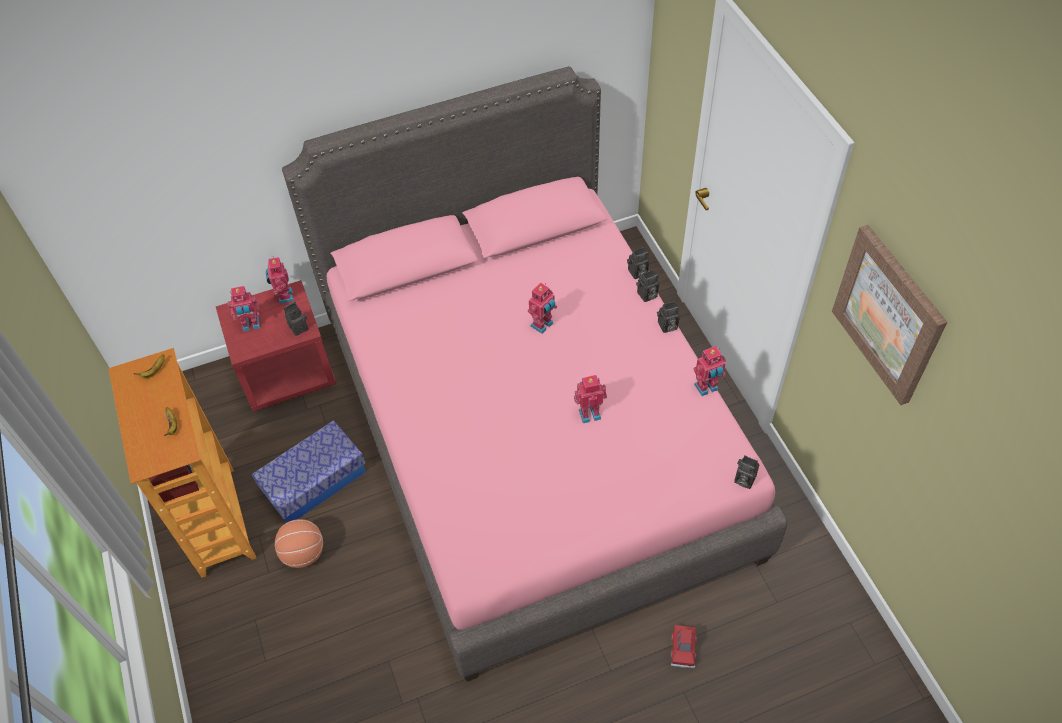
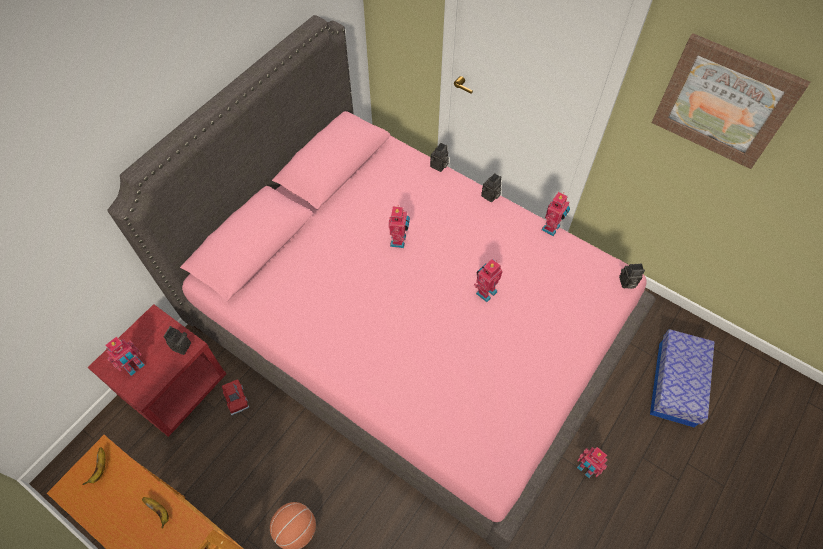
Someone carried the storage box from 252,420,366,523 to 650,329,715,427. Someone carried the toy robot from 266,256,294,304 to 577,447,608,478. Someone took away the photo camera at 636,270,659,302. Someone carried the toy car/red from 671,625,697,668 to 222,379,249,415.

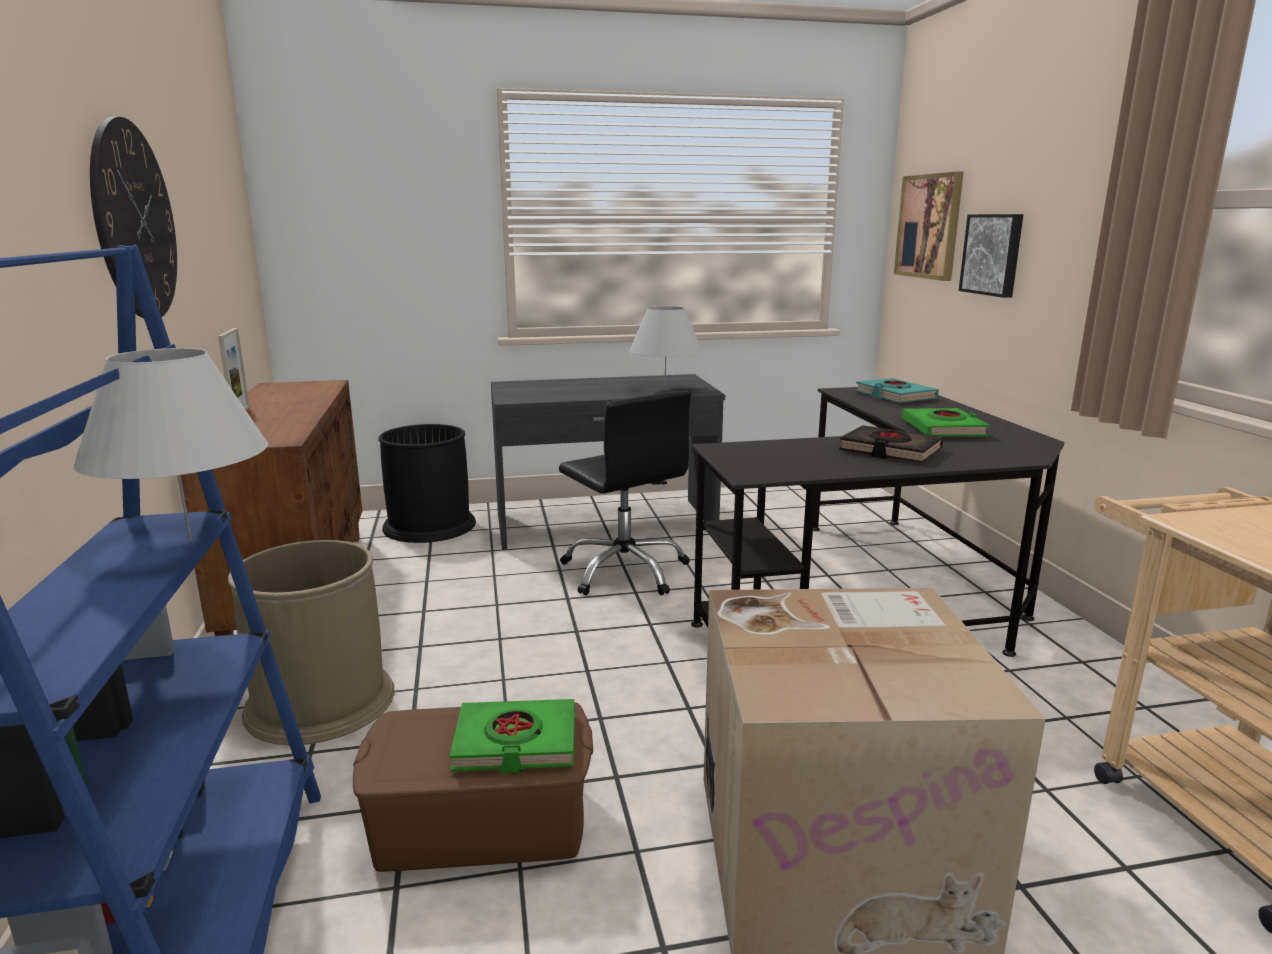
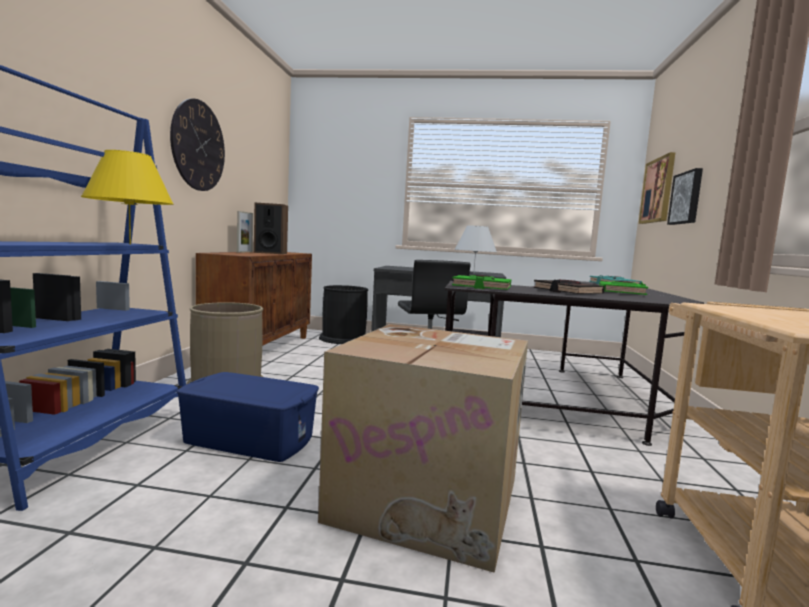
Someone repainted the table lamp/white at 73,348,268,540, which became the table lamp/yellow at 81,150,174,245. Someone repainted the storage box/brown at 353,702,593,872, which became the storage box/blue at 177,372,319,462. Someone carried the book/green from 450,699,575,773 to 452,275,511,290. Someone put down the speaker at 254,202,288,254.

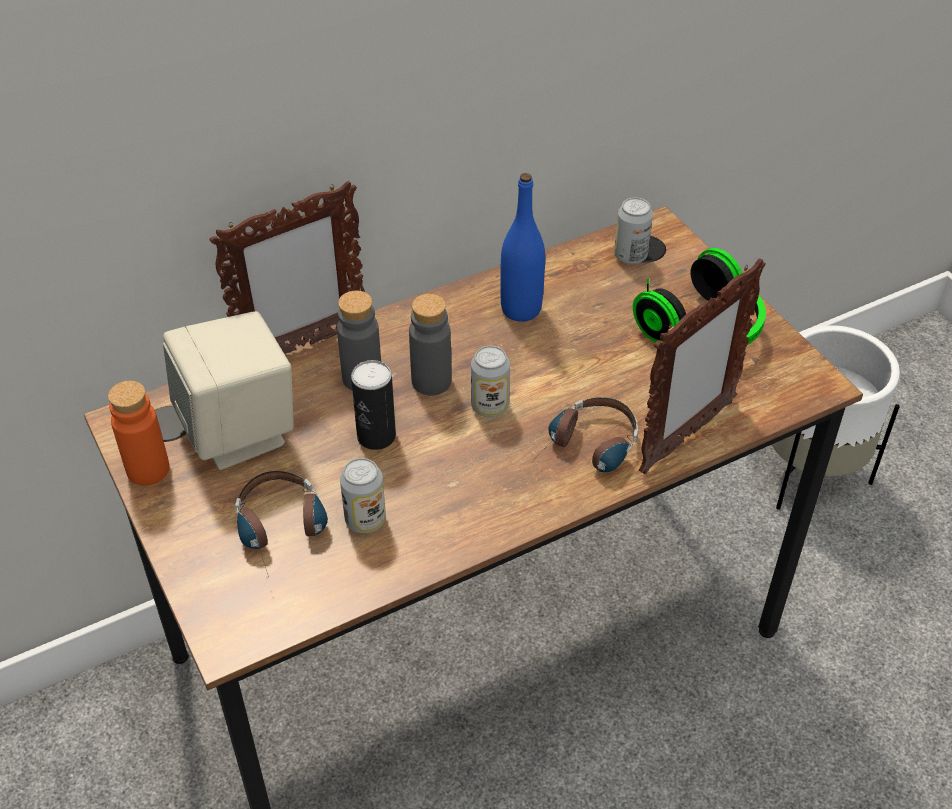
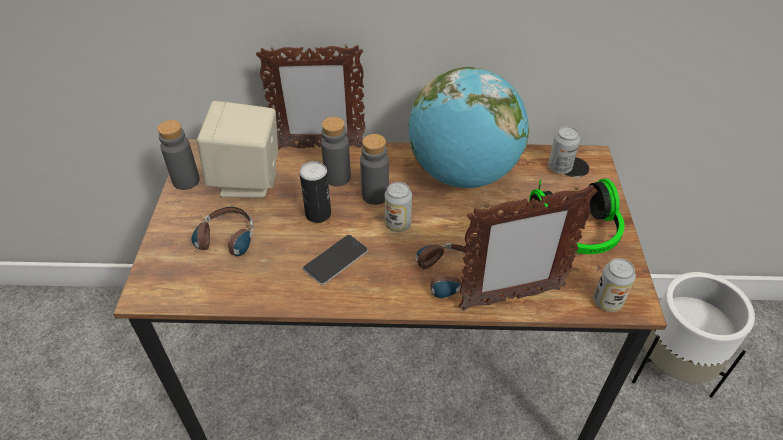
Someone repainted the bottle/orange at 108,381,170,486, which became the bottle/grey at 157,120,200,190. Someone carried the can from 340,458,386,533 to 594,258,636,312. Someone swapped the bottle/blue at 500,173,545,322 for the globe at 408,67,529,188. Someone put down the phone at 303,235,368,285.

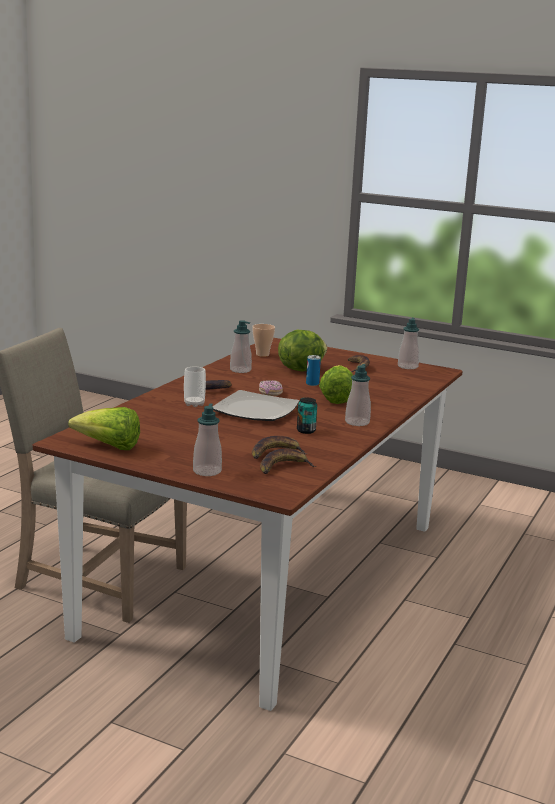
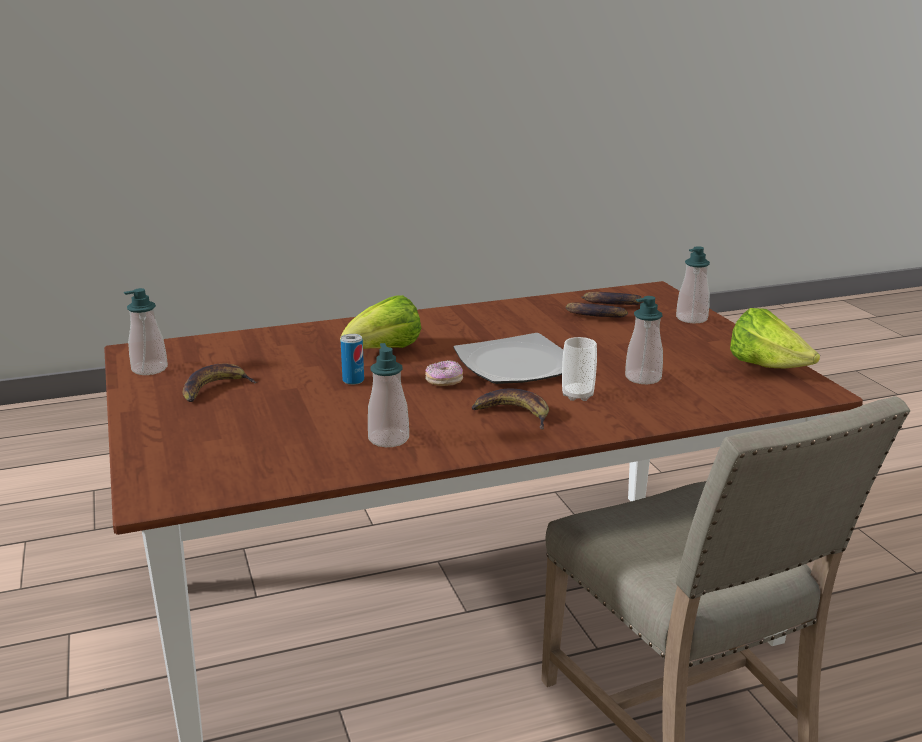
Someone took away the cup at 252,324,275,357. Someone took away the lettuce at 278,330,327,372. Someone took away the can at 297,398,317,434. Someone carried the soap dispenser from 345,364,371,426 to 625,296,663,384.

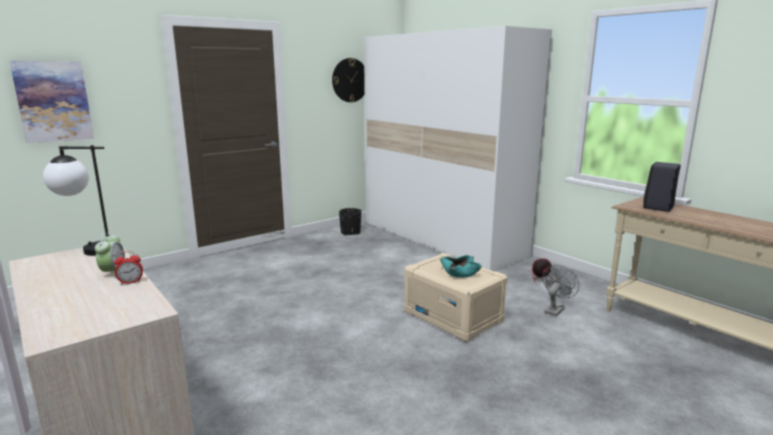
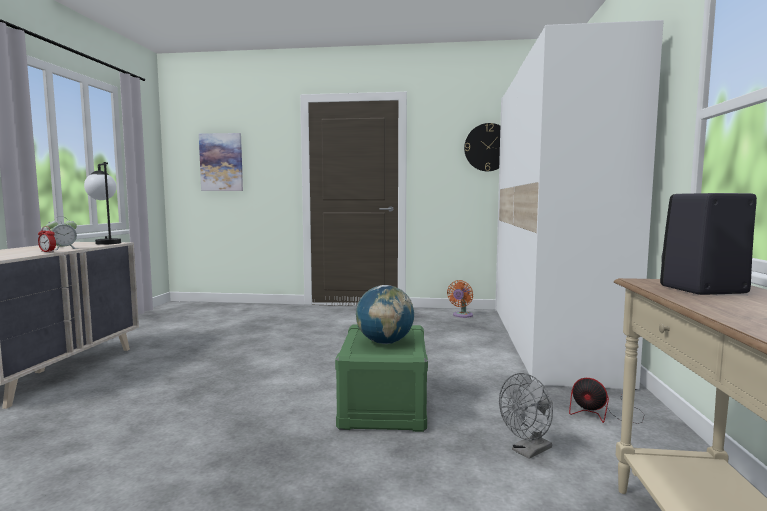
Someone swapped the planter/black at 339,208,361,236 for the fan/orange at 447,280,473,318. Someone repainted the storage box/beige at 404,253,507,342, which became the storage box/green at 335,324,428,432. Someone swapped the bowl/turquoise at 440,255,482,278 for the globe at 356,285,414,344. Someone rotated the fan/grey at 543,265,579,316 by 150 degrees clockwise.

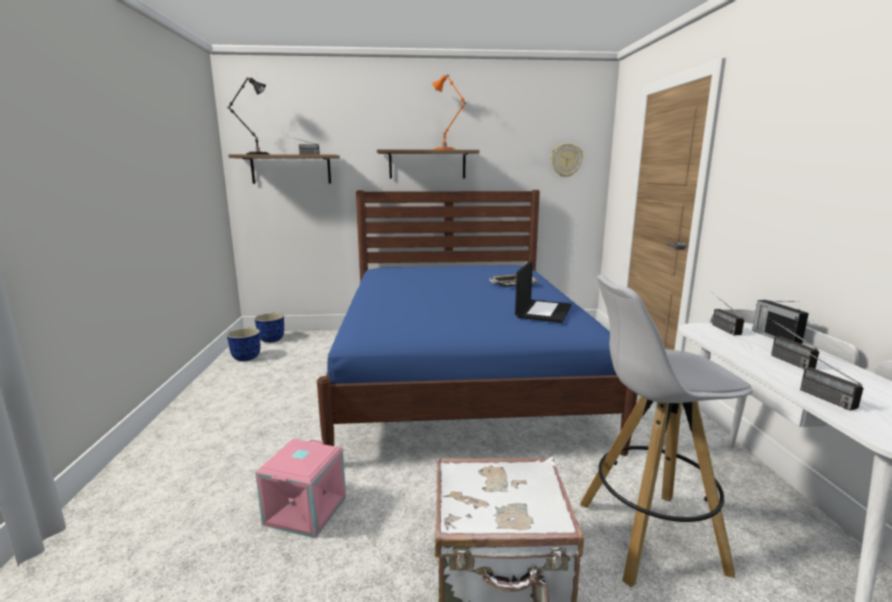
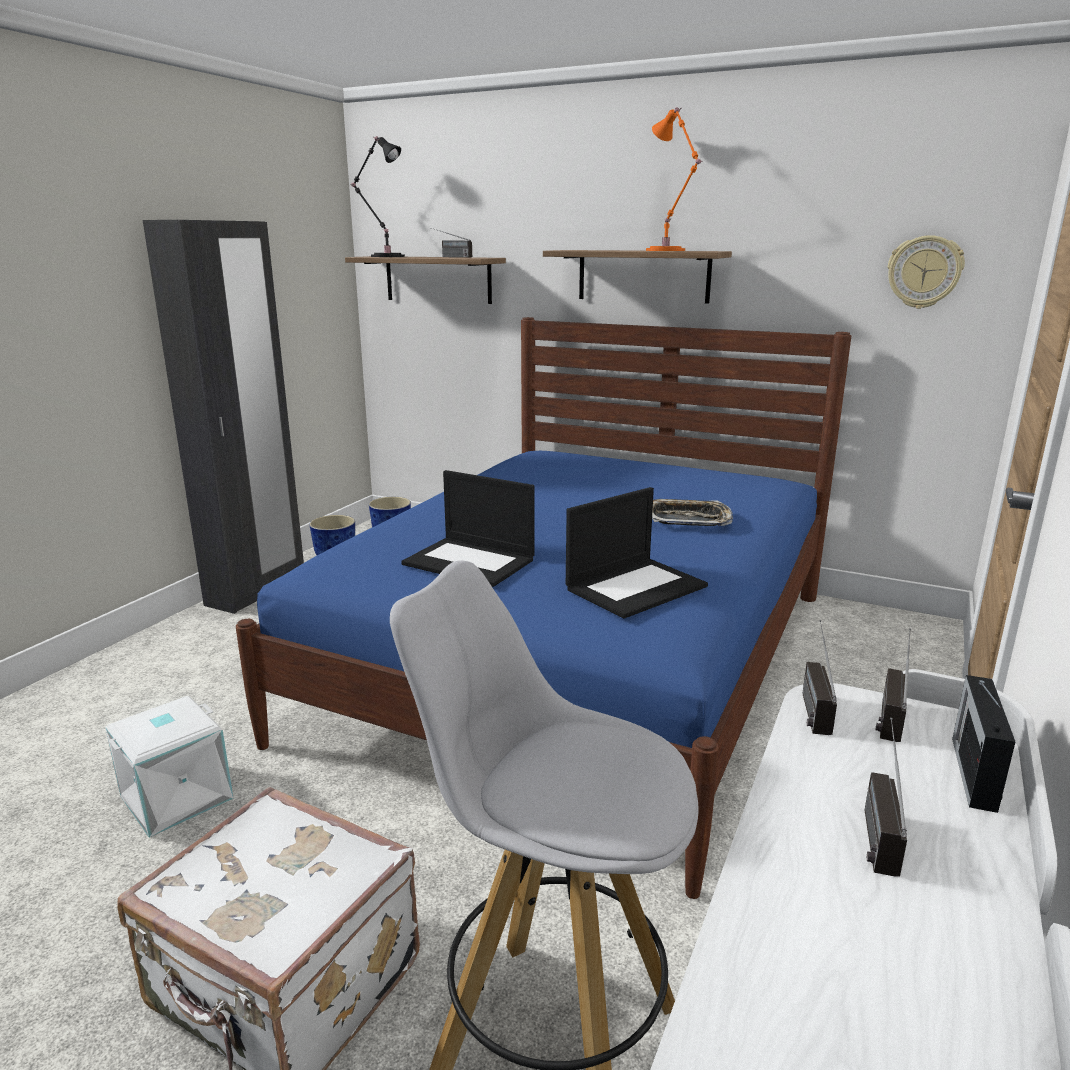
Someone repainted the storage box/pink at 255,439,346,539, which became the storage box/white at 105,696,234,838. Someone carried the radio from 790,342,863,411 to 802,620,837,735. Someone put down the wardrobe/black at 143,220,304,614. Someone put down the laptop at 401,470,535,587.

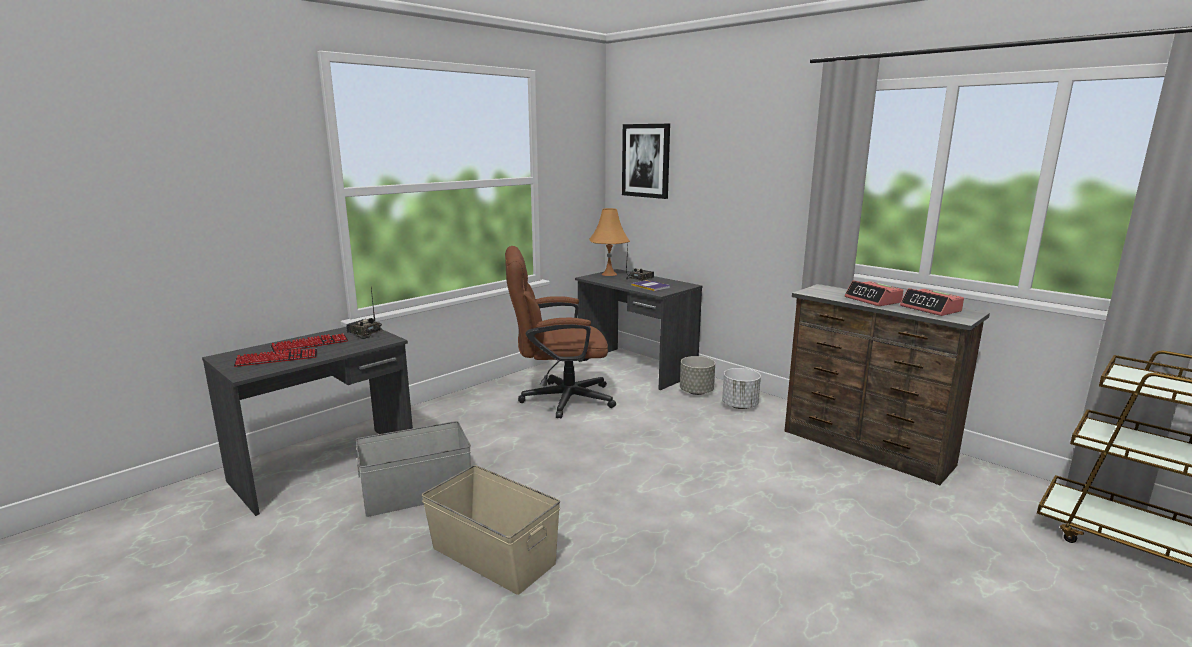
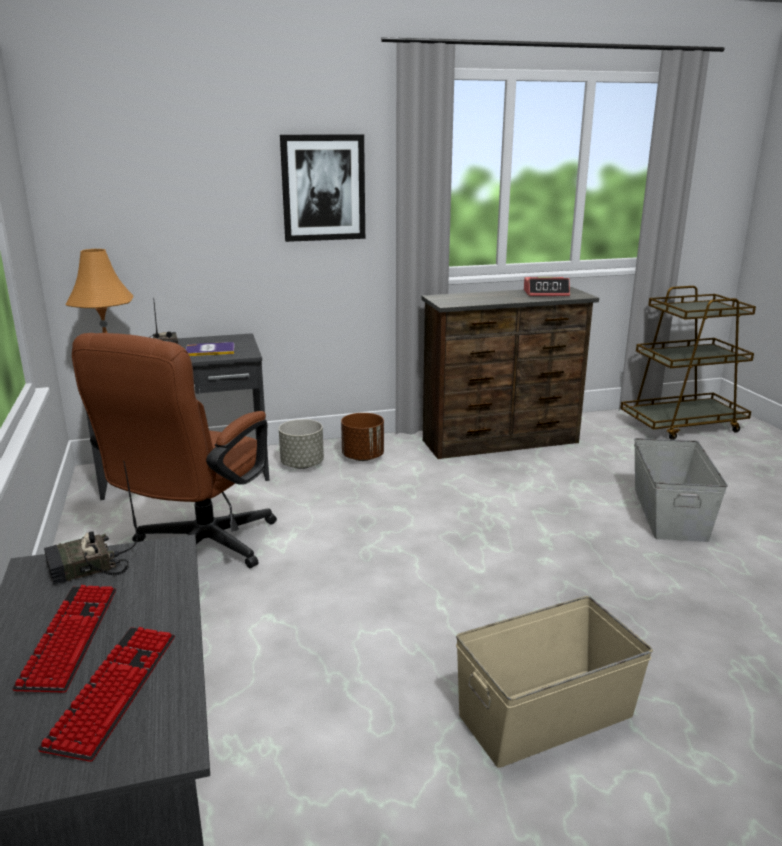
Someone carried the storage box/grey from 355,421,471,517 to 634,438,728,542. Someone carried the picture from 622,124,670,199 to 280,134,365,242. Someone repainted the planter/white at 722,368,761,409, which became the planter/brown at 341,413,384,461. Someone took away the alarm clock at 845,280,904,306.

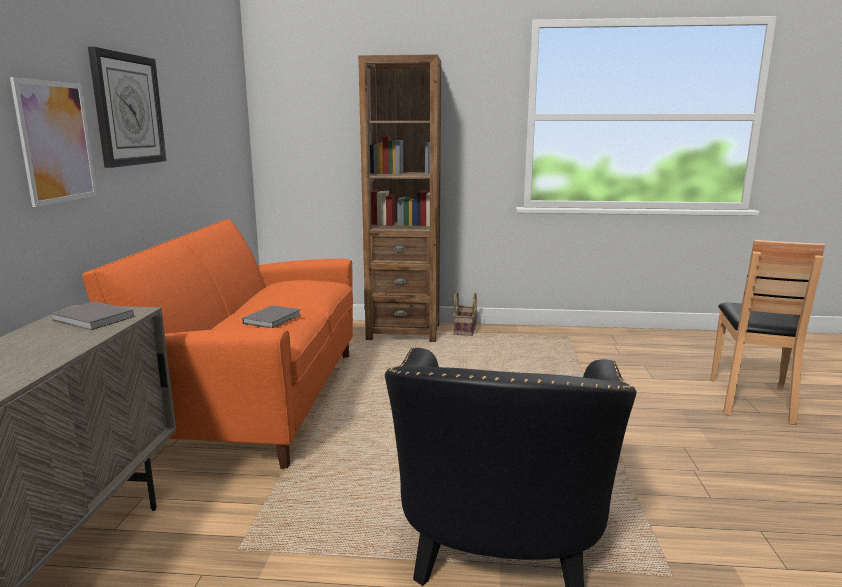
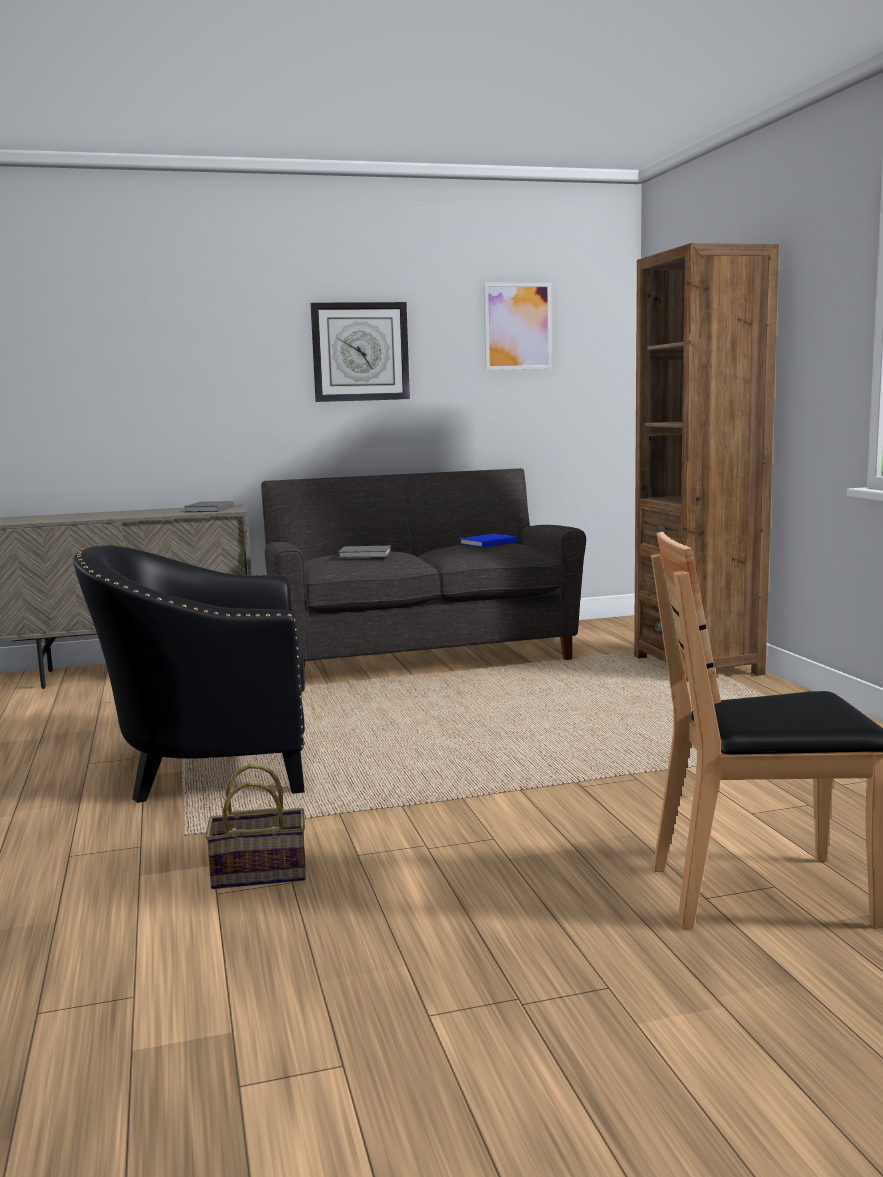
Someone carried the picture from 10,77,97,207 to 484,283,552,370. Someone repainted the sofa/orange at 82,219,353,469, which became the sofa/grey at 261,468,586,676. Someone carried the basket from 453,291,477,336 to 205,764,306,889. Someone put down the book/blue at 460,534,517,547.

